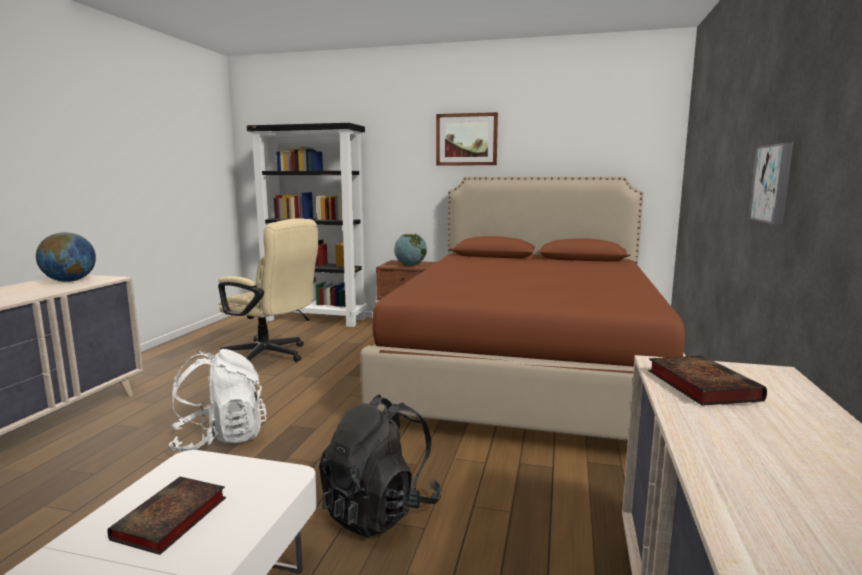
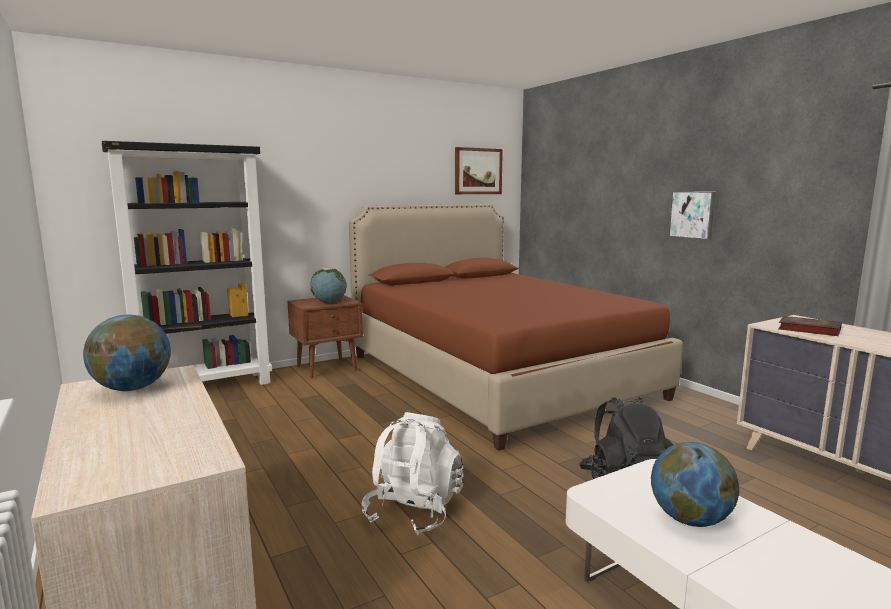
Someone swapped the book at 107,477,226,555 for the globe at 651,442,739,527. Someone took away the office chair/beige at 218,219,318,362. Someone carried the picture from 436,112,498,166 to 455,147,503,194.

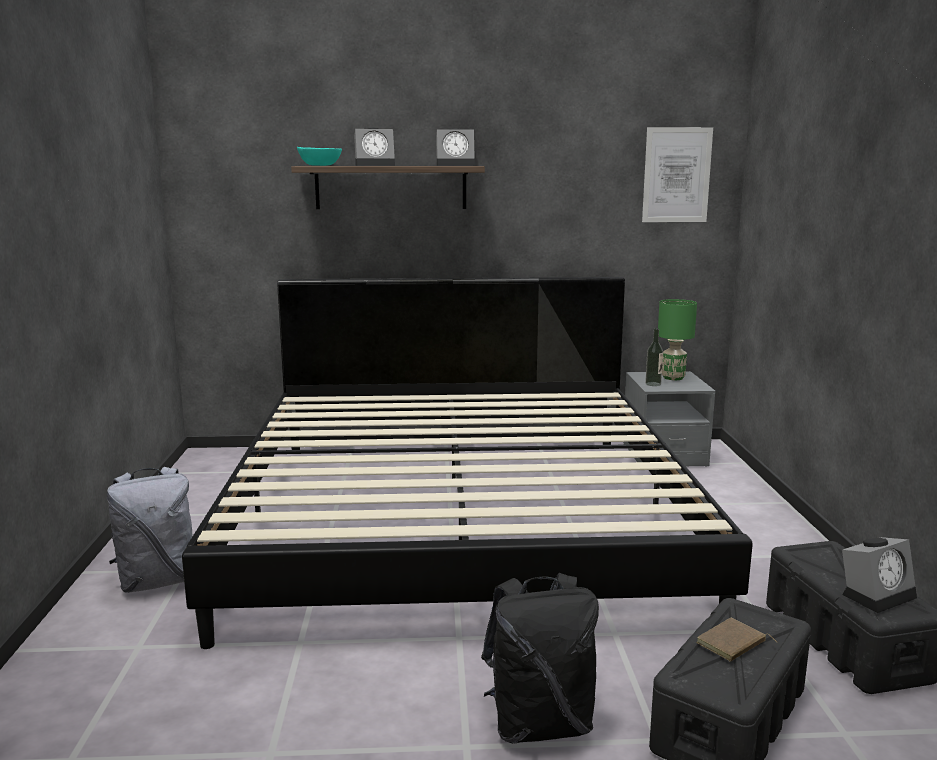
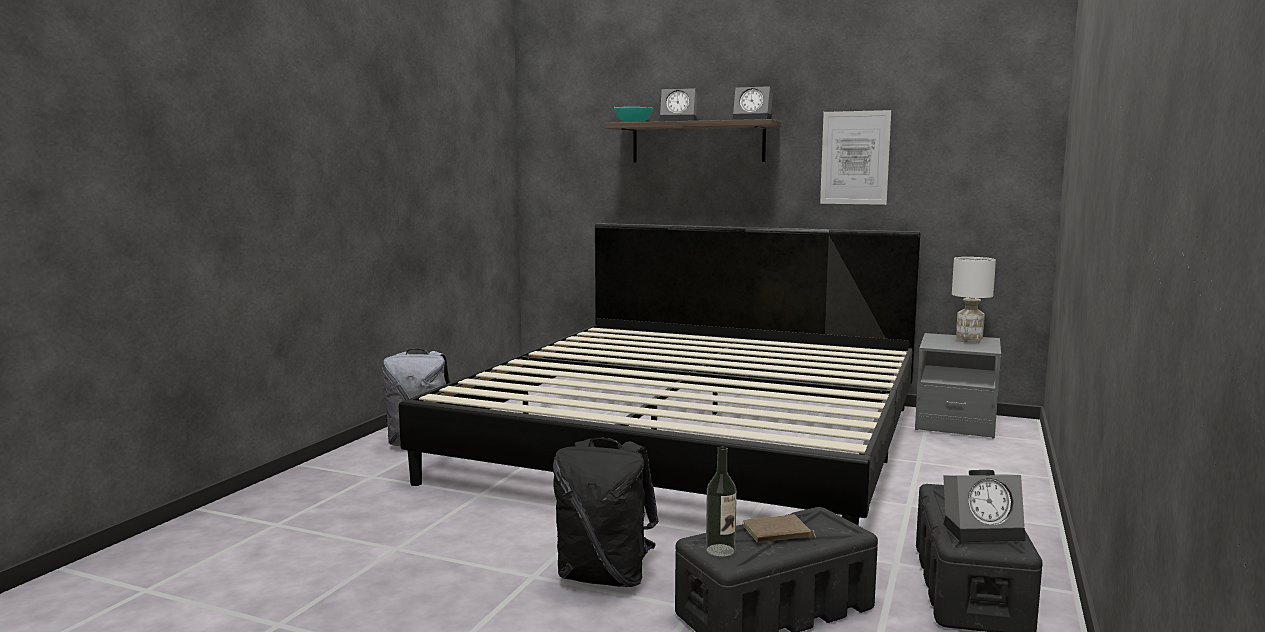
Someone carried the picture from 642,127,713,222 to 820,110,891,205. Someone carried the bottle from 645,328,663,386 to 706,446,737,557. Someone repainted the table lamp/green at 658,299,697,380, which became the table lamp/white at 952,257,996,343.

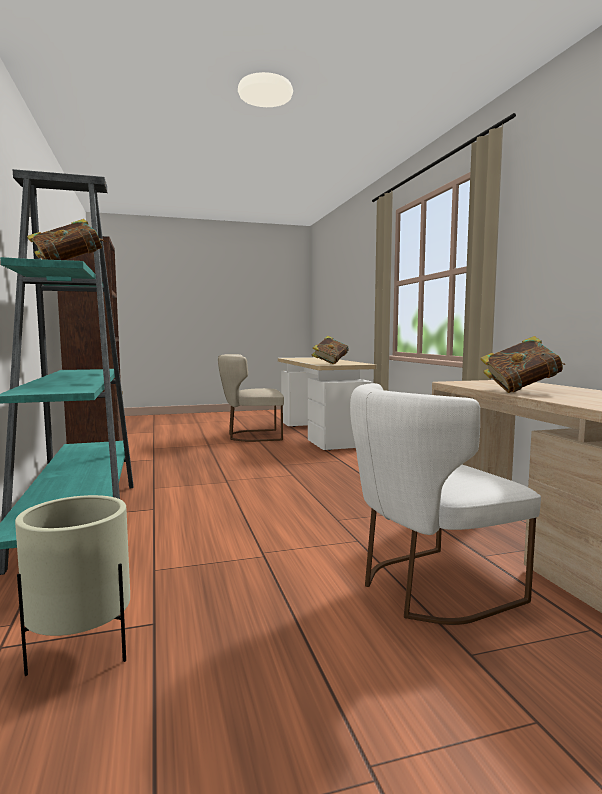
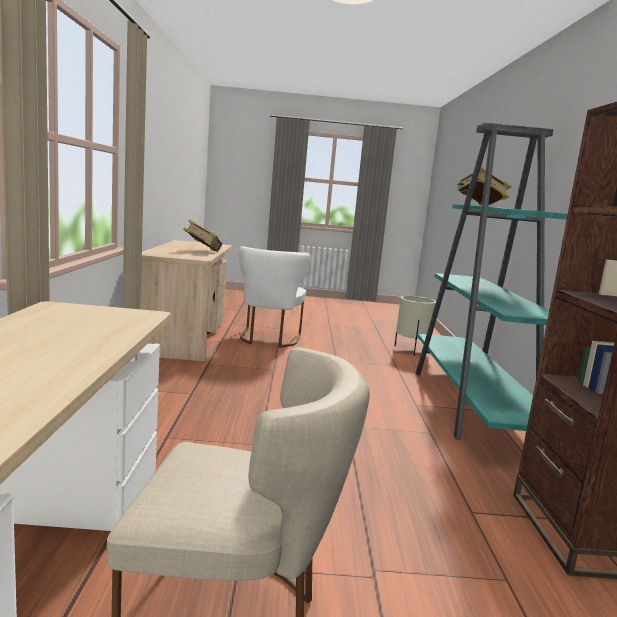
Someone took away the book at 311,336,349,364. Someone rotated the chair/white at 350,383,541,625 by 105 degrees clockwise.

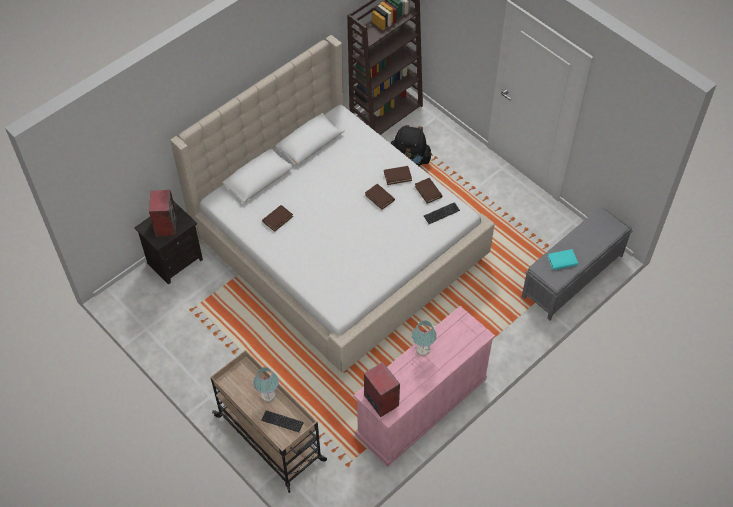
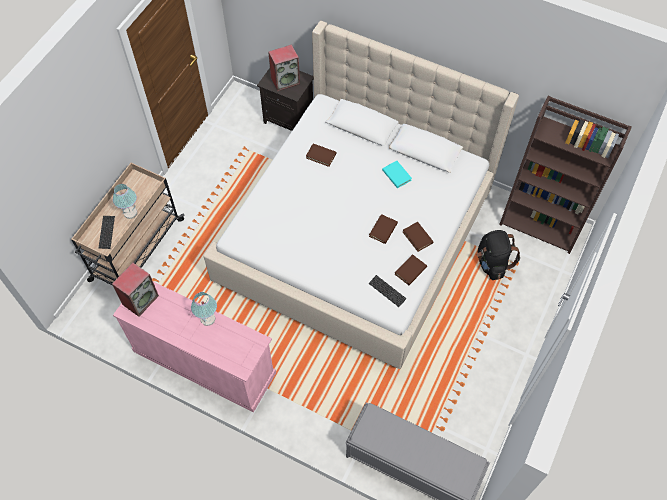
Someone carried the book/turquoise from 547,249,578,270 to 382,161,412,188.

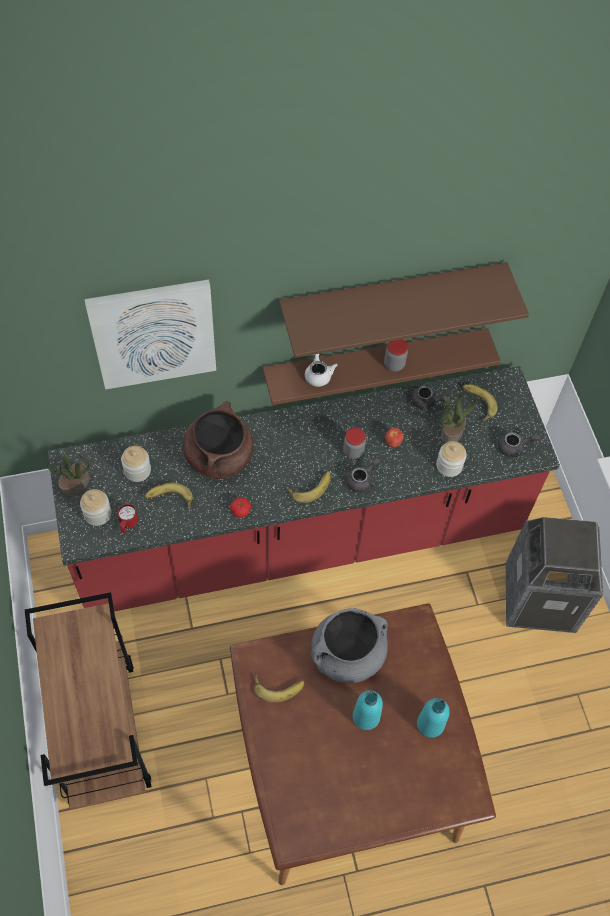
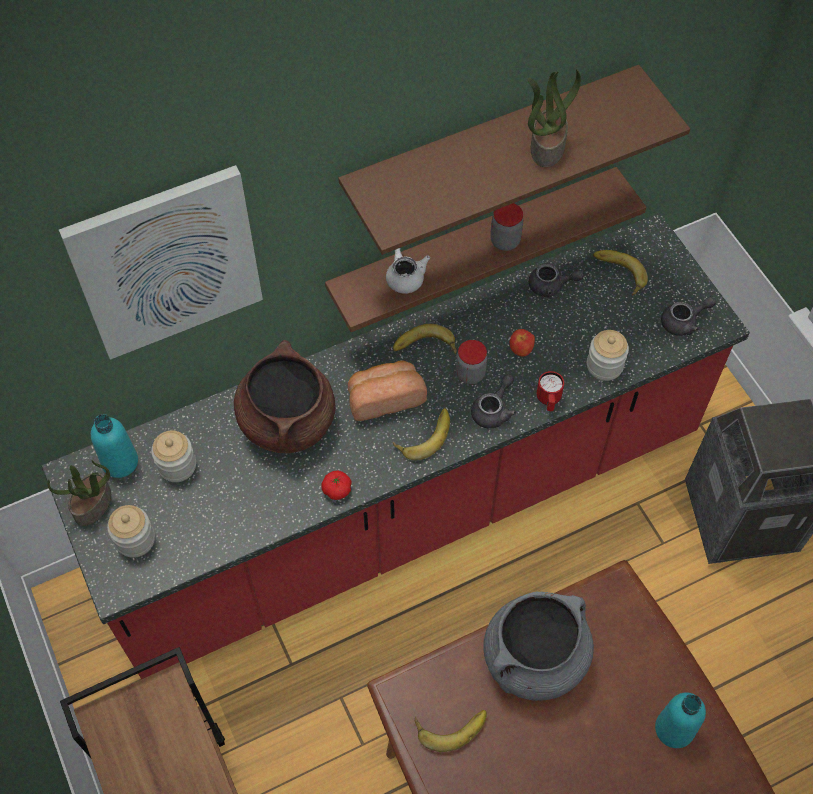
Someone carried the mug/red from 117,504,138,533 to 537,371,564,411. Someone carried the banana from 145,483,193,510 to 393,324,456,354. Someone carried the bottle/turquoise from 353,690,383,730 to 91,414,138,478. Someone carried the potted plant from 440,395,477,444 to 527,69,581,167. Someone put down the bread at 348,361,427,421.

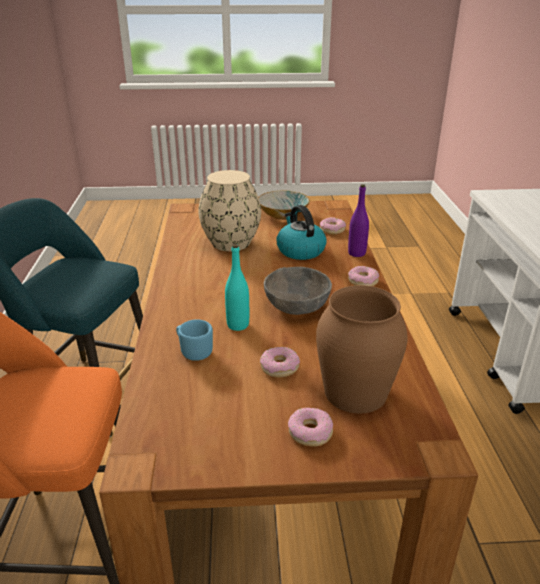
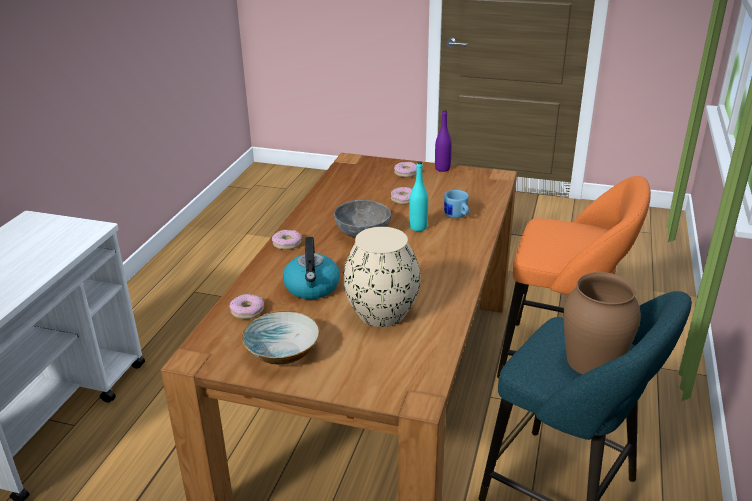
Someone carried the vase/brown from 316,285,408,413 to 563,272,641,375. Someone carried the bottle/purple from 348,184,369,257 to 435,110,452,172.

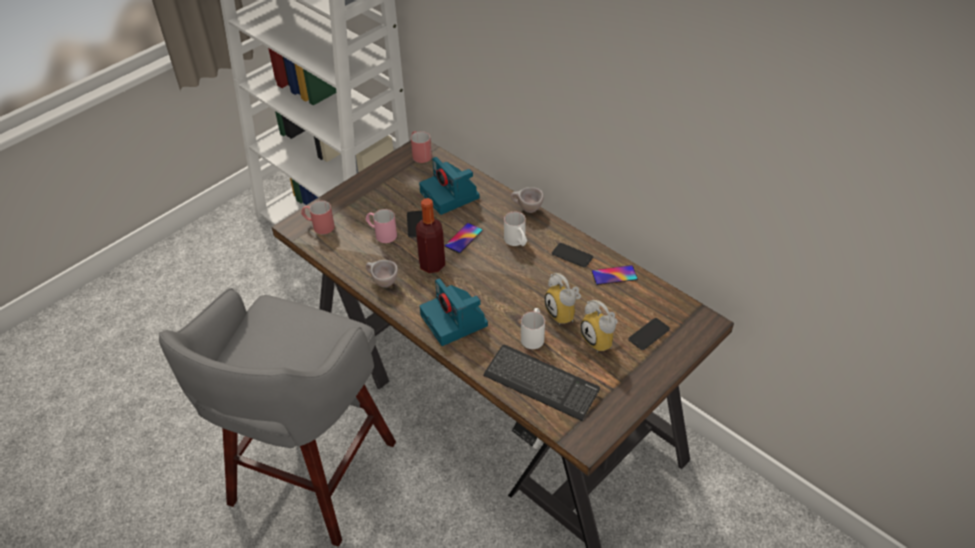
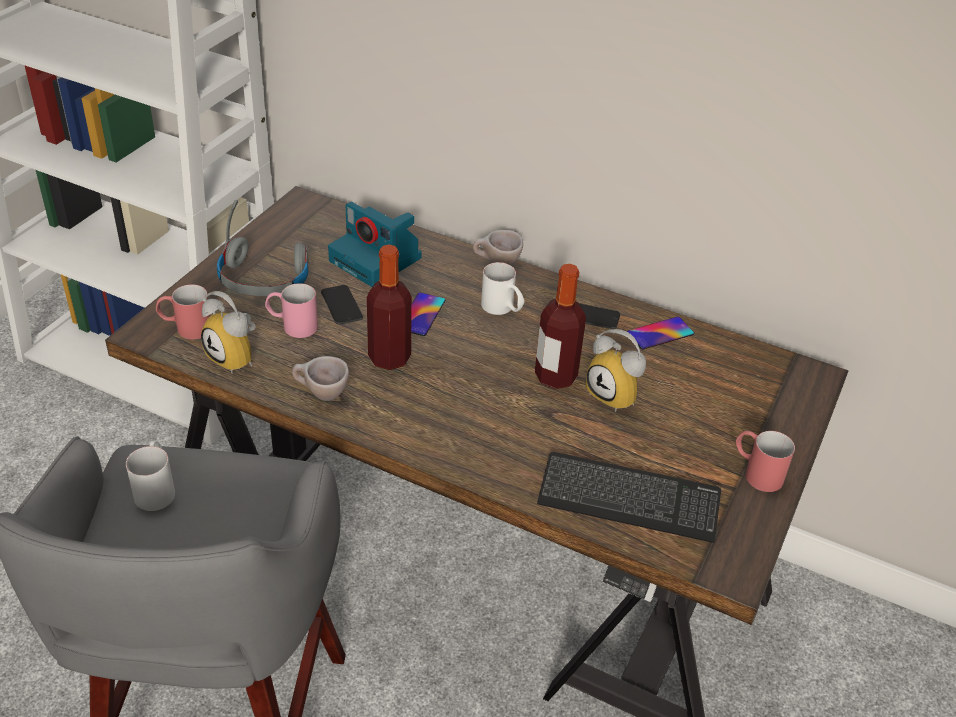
Someone carried the mug/red from 411,131,432,163 to 736,431,795,492. Someone took away the photo camera at 420,278,488,346. Someone carried the mug/white from 521,308,545,349 to 126,441,175,511. Someone carried the alarm clock from 580,300,618,352 to 201,291,256,373. Someone took away the phone at 628,318,670,350. Someone put down the headphones/grey at 217,200,308,296. Someone put down the bottle at 535,264,586,389.

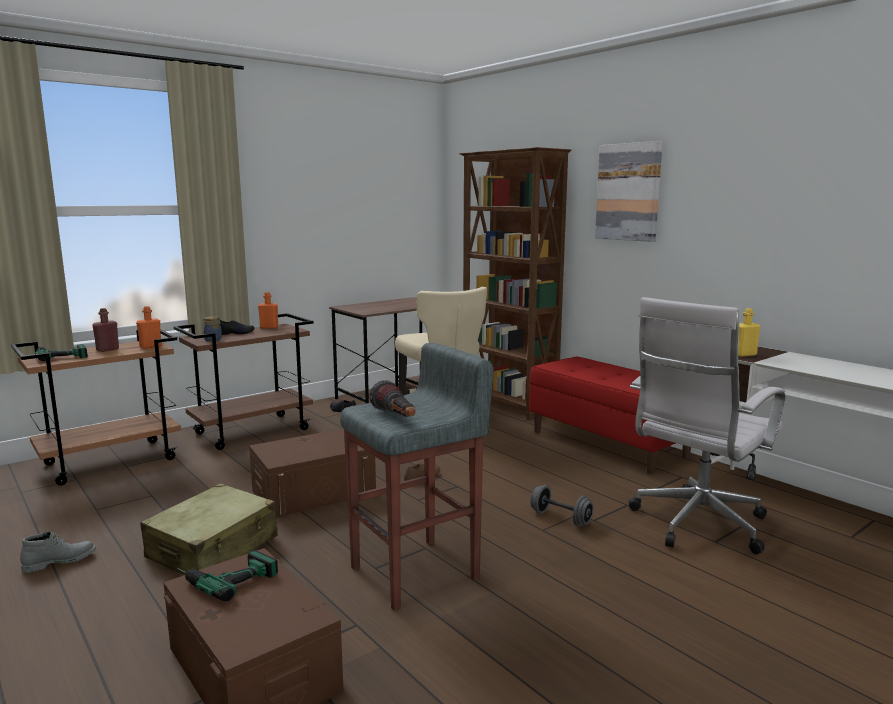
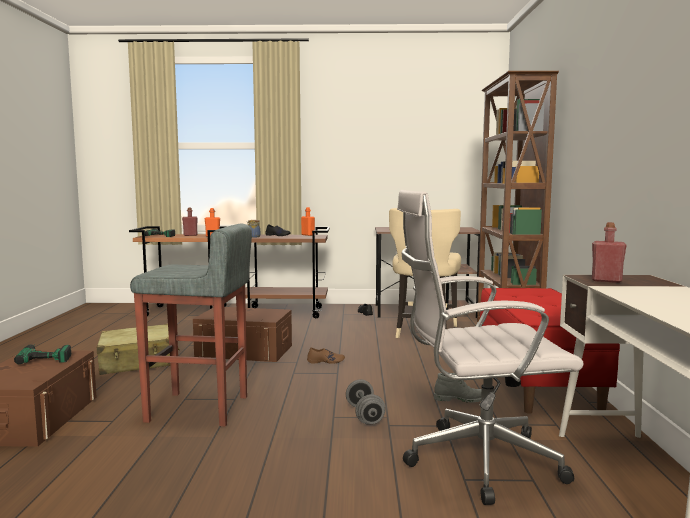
Someone carried the boot/grey from 20,531,96,573 to 434,373,481,403. Someone took away the flashlight at 369,380,415,417. Someone took away the picture at 595,141,663,242. Someone repainted the bottle/yellow at 738,308,760,357, which became the bottle/red at 592,222,626,283.

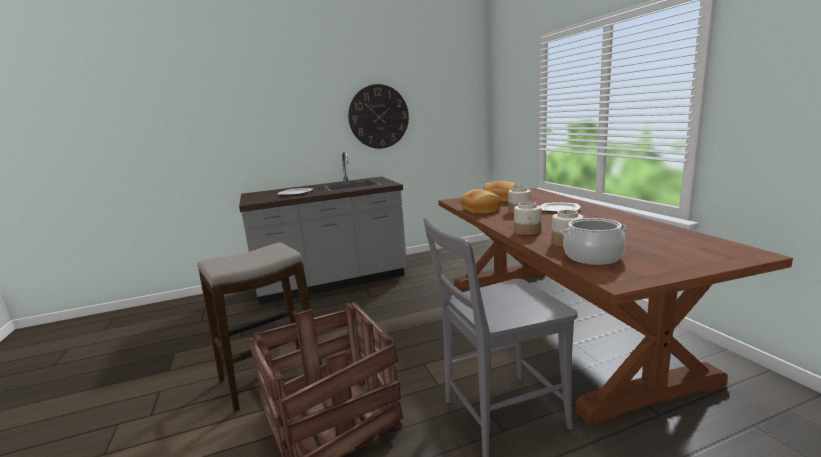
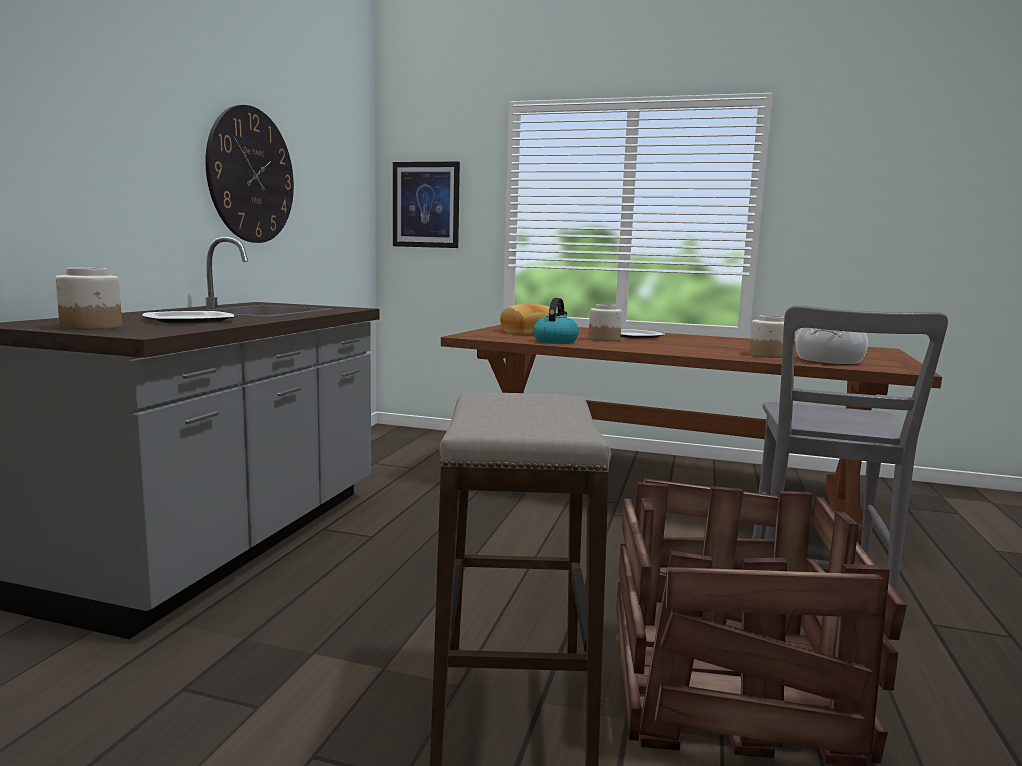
Someone swapped the bread at 461,189,501,214 for the kettle at 533,298,579,344. Someone carried the jar from 514,202,542,235 to 56,268,122,330. Someone put up the picture at 393,162,460,248.

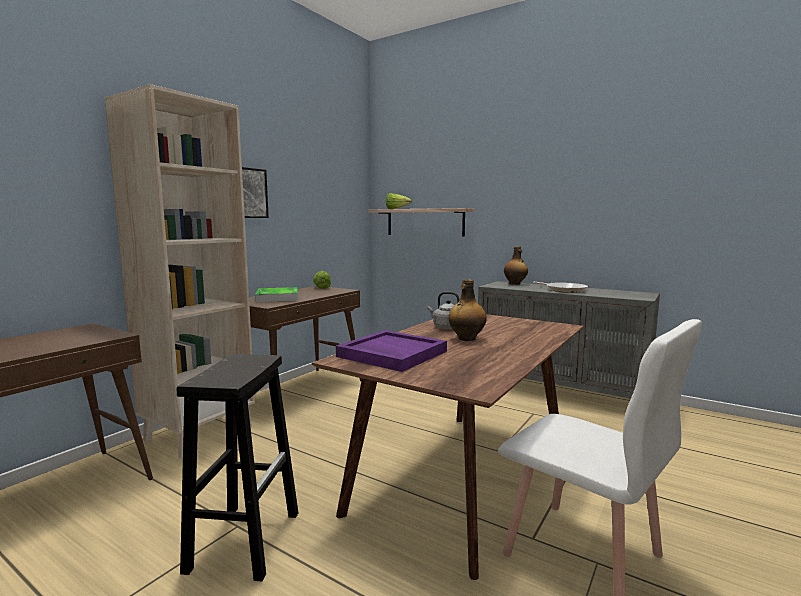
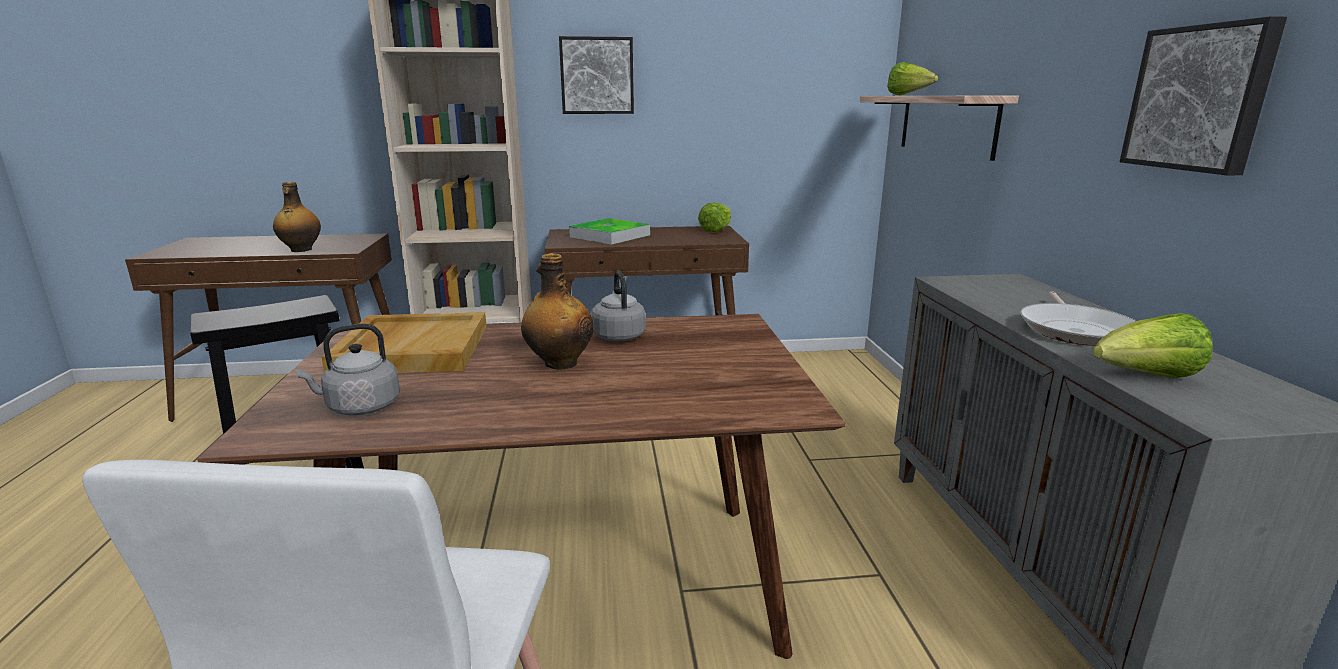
Someone repainted the tray/purple at 336,330,447,372, which became the tray/beige at 322,312,487,373. Someone carried the bottle from 504,246,528,285 to 273,182,321,252. Someone put down the kettle/grey at 296,324,400,415. Someone put down the lettuce at 1093,313,1213,378. Someone put up the picture at 1120,16,1287,175.

